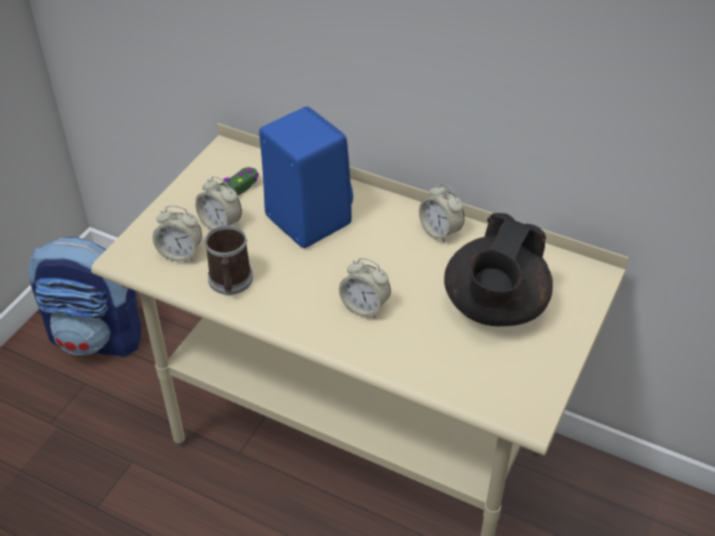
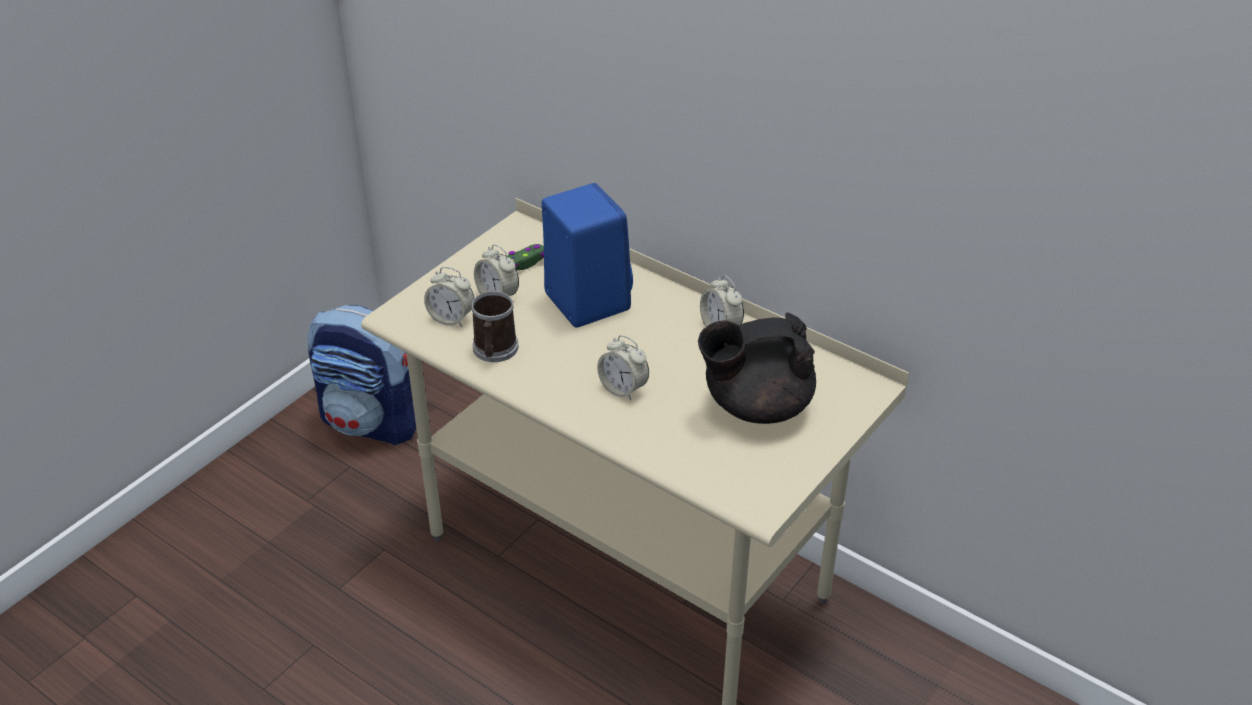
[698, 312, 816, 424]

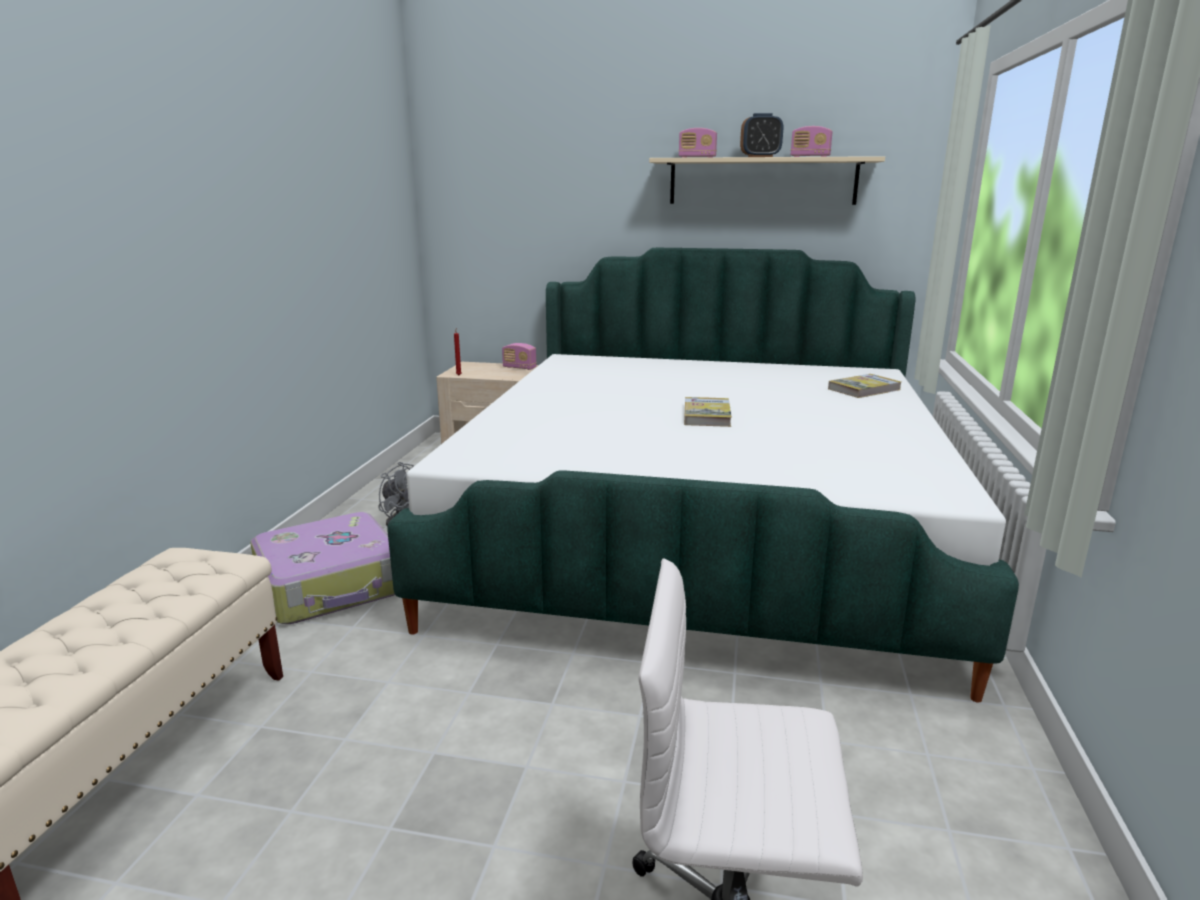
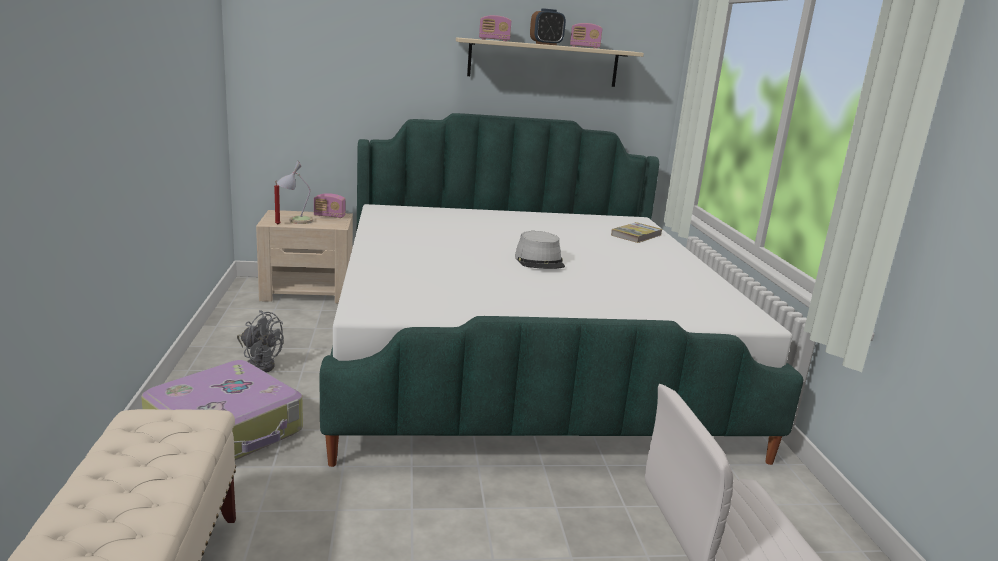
[515, 231, 565, 269]
[277, 160, 313, 224]

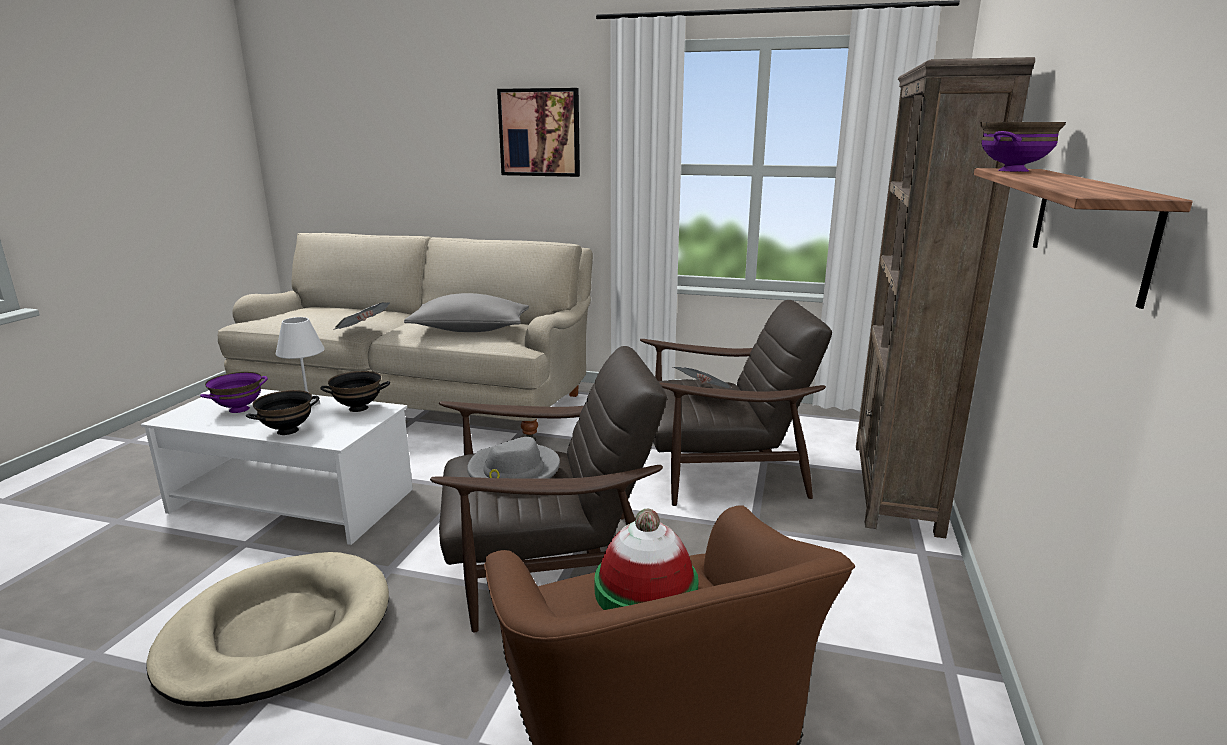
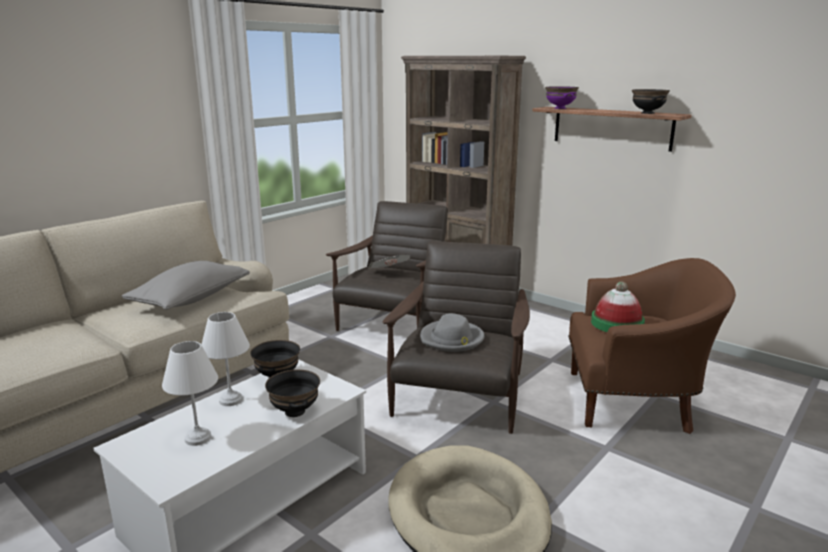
[162, 341, 218, 446]
[334, 302, 390, 330] (first image)
[497, 88, 580, 177] (first image)
[632, 89, 670, 114]

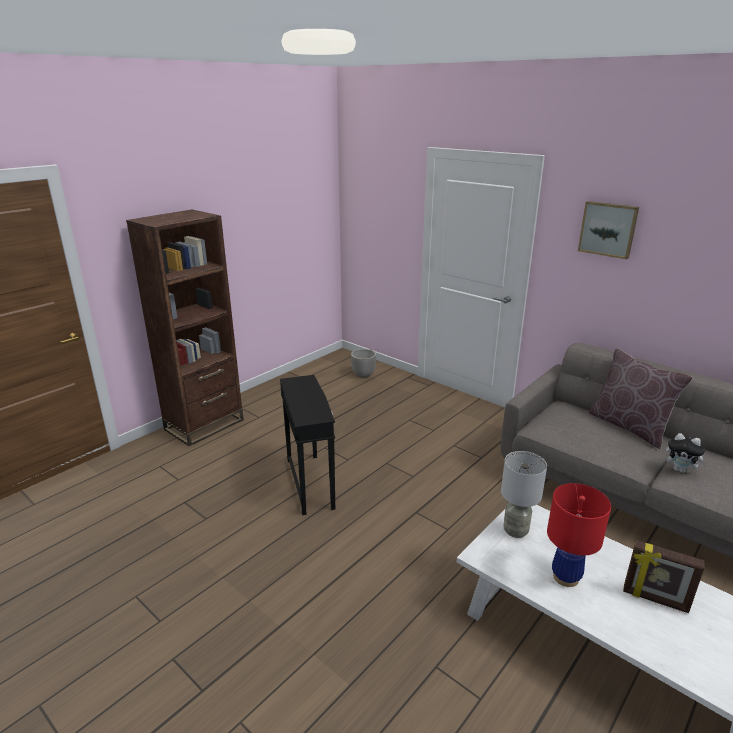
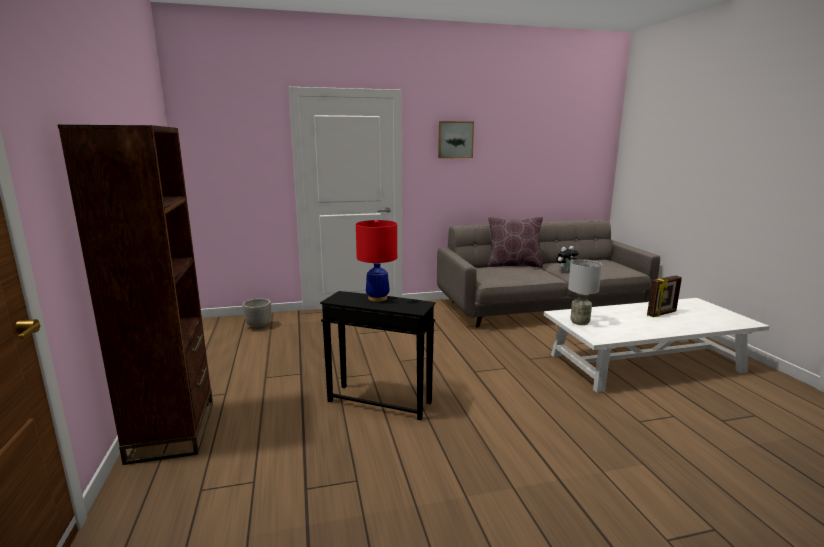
[356, 220, 397, 302]

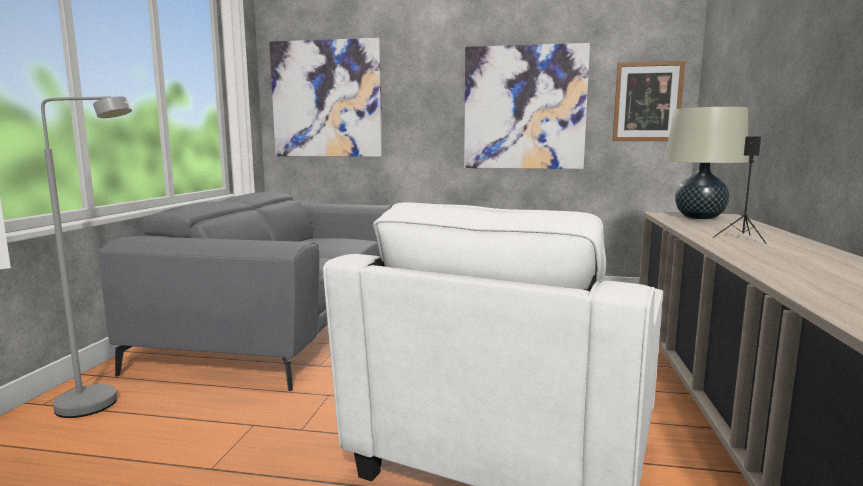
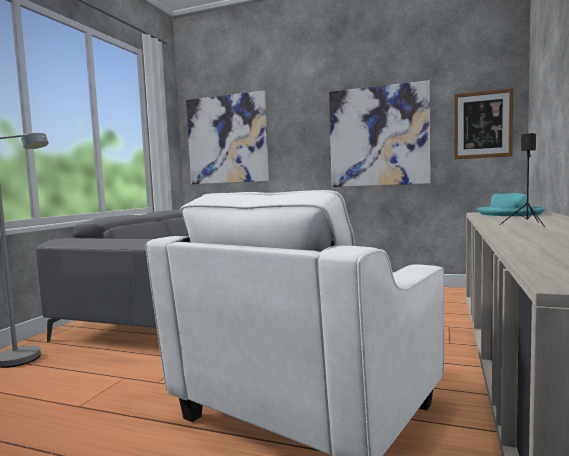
[477, 193, 545, 216]

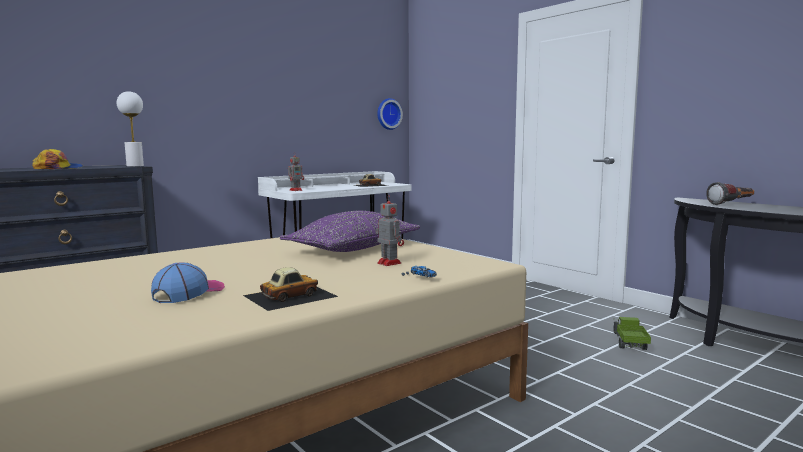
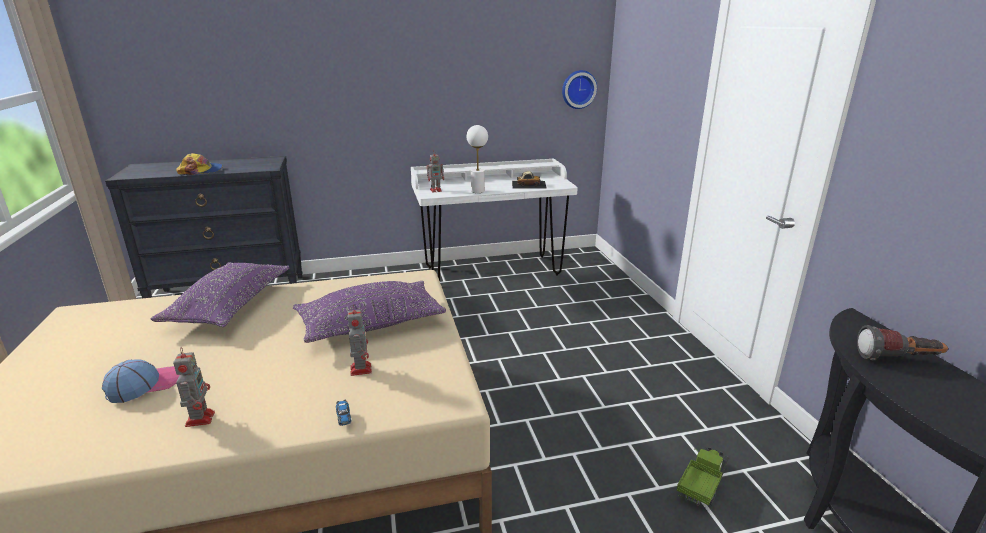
[467, 125, 488, 193]
[173, 347, 215, 427]
[151, 262, 289, 327]

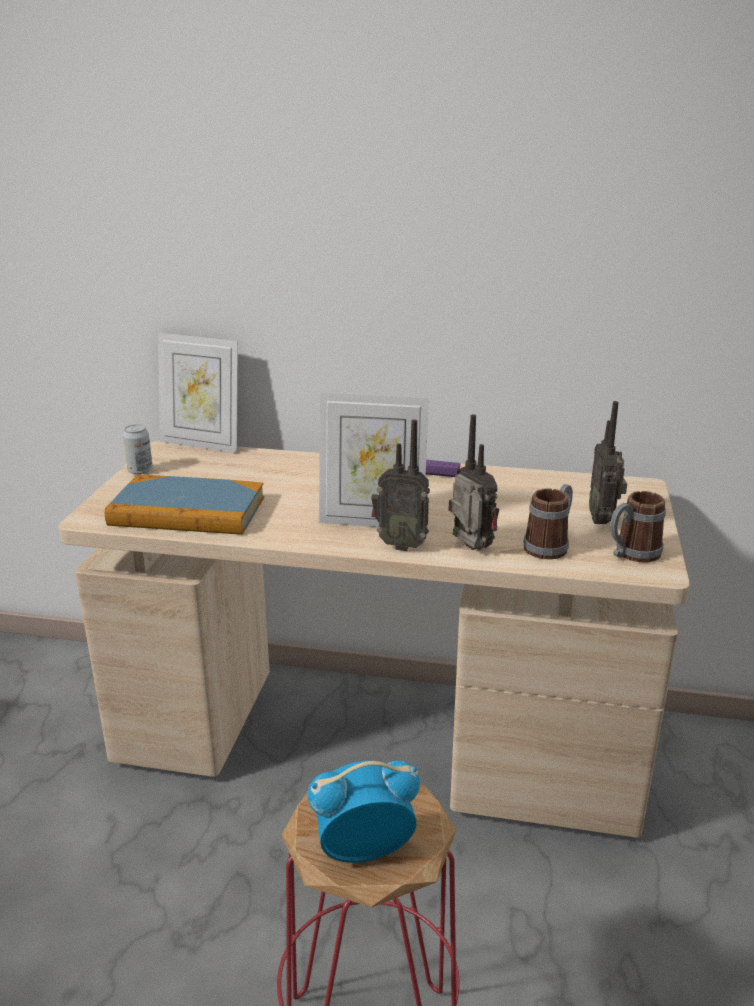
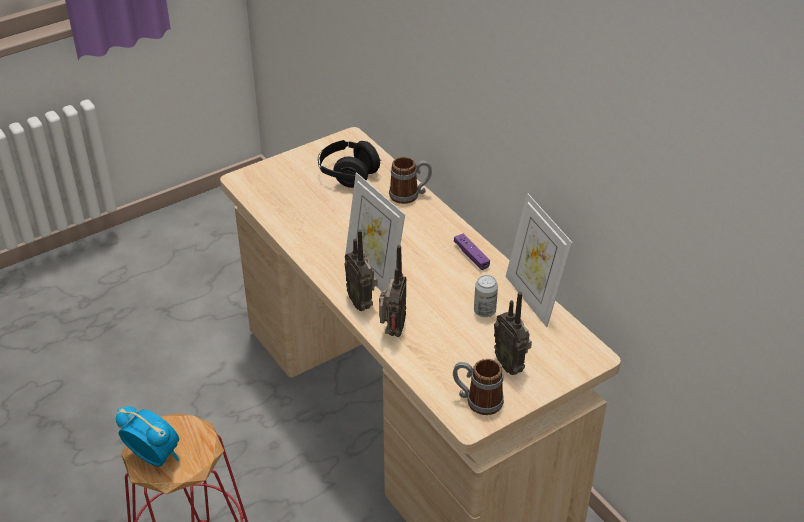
[104, 475, 264, 535] (first image)
[474, 275, 498, 317]
[505, 193, 573, 327]
[389, 157, 432, 204]
[494, 292, 532, 375]
[318, 140, 381, 188]

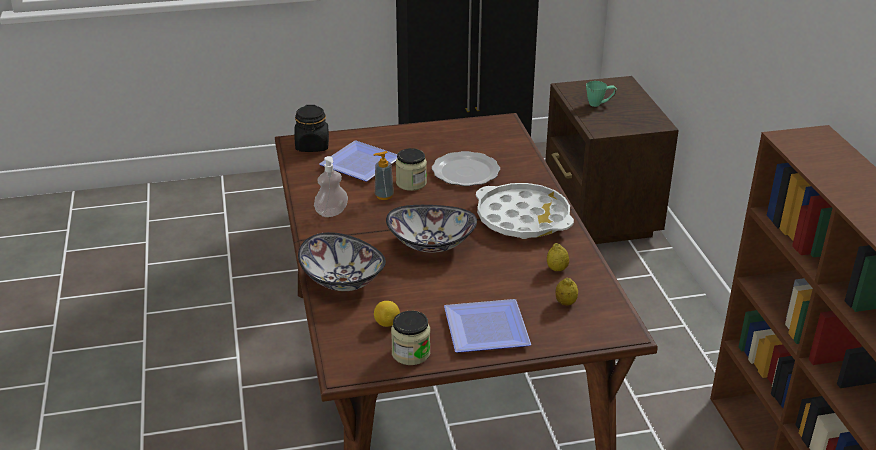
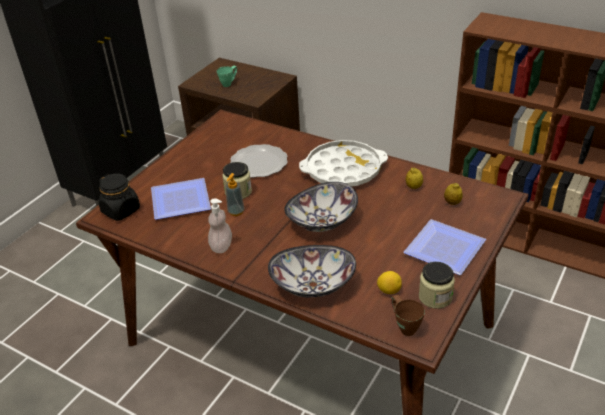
[391, 295, 425, 336]

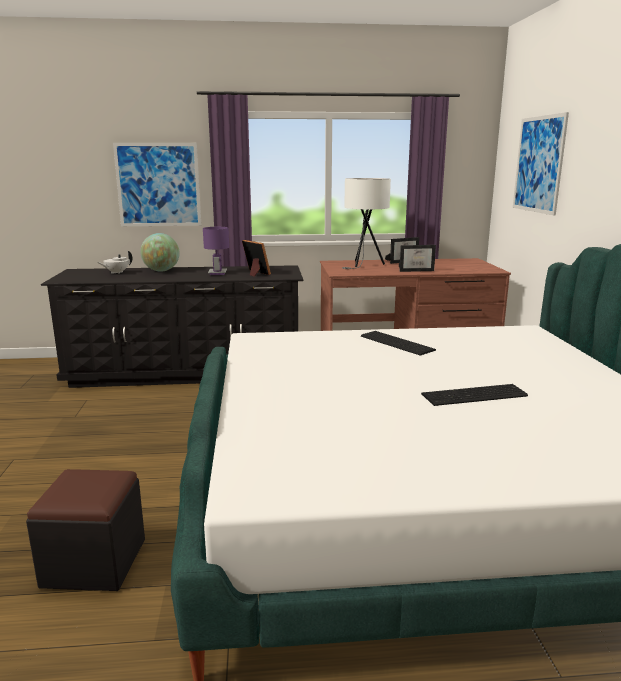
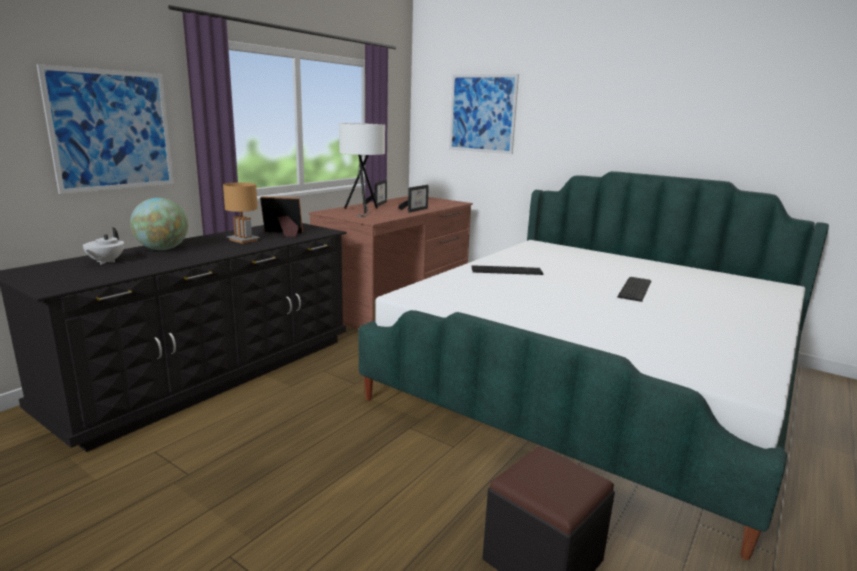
[223, 182, 260, 244]

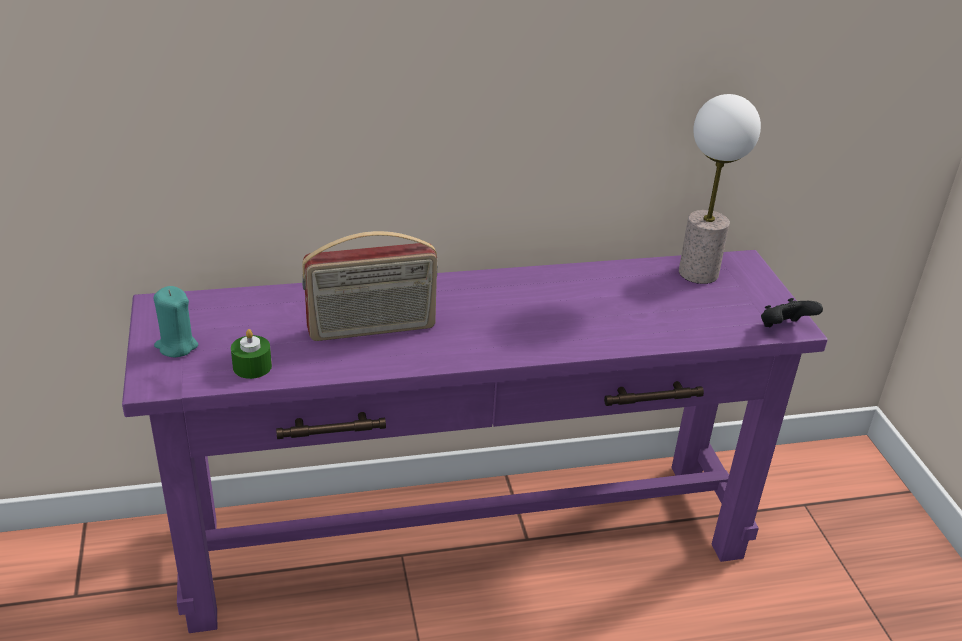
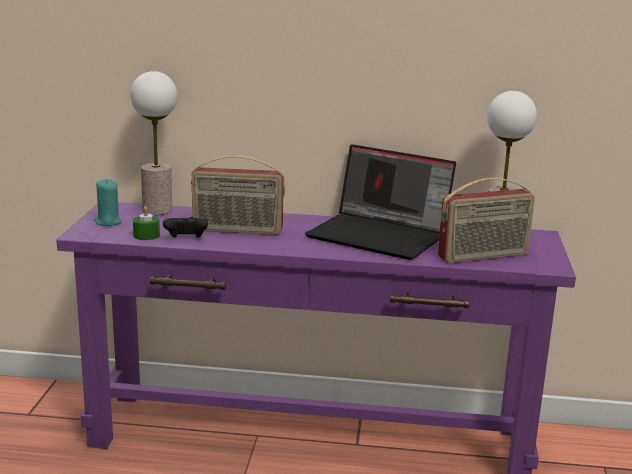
[163, 217, 208, 238]
[130, 71, 177, 215]
[305, 144, 456, 260]
[438, 178, 535, 263]

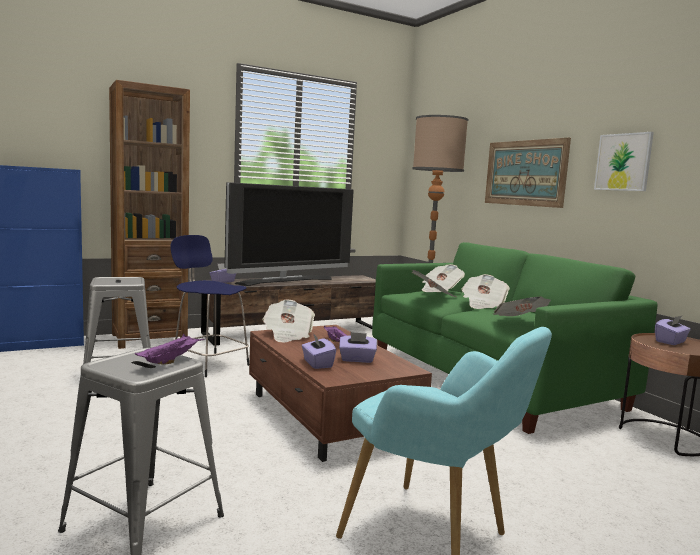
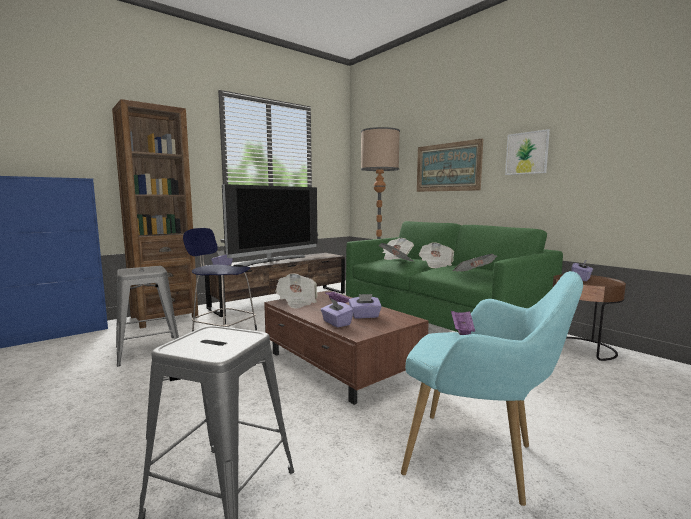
[451, 311, 475, 335]

